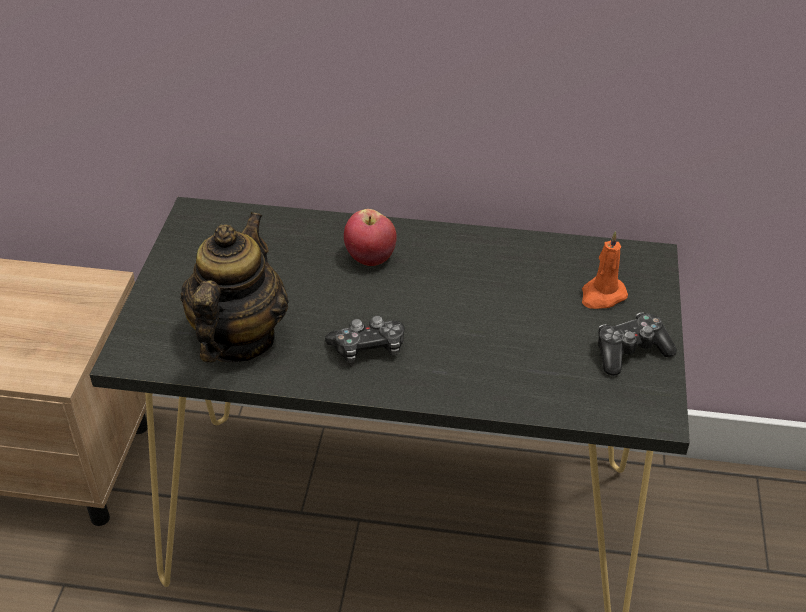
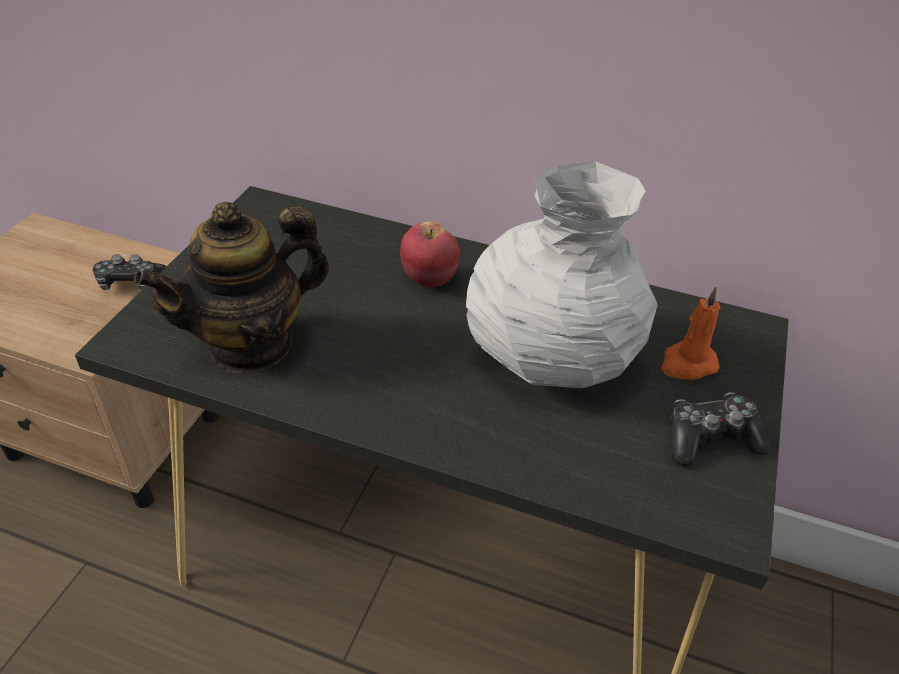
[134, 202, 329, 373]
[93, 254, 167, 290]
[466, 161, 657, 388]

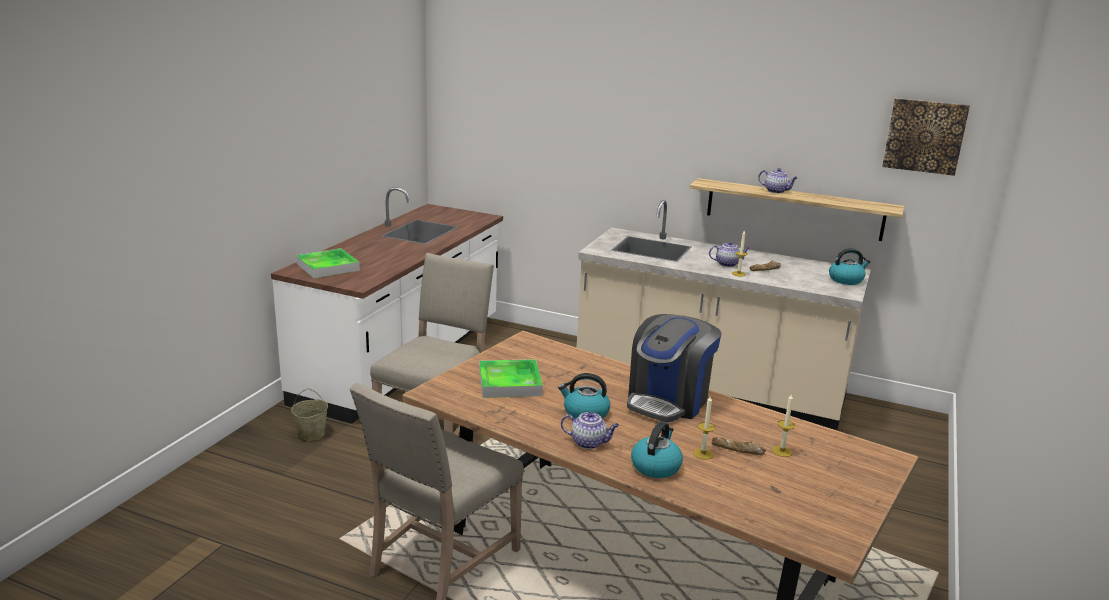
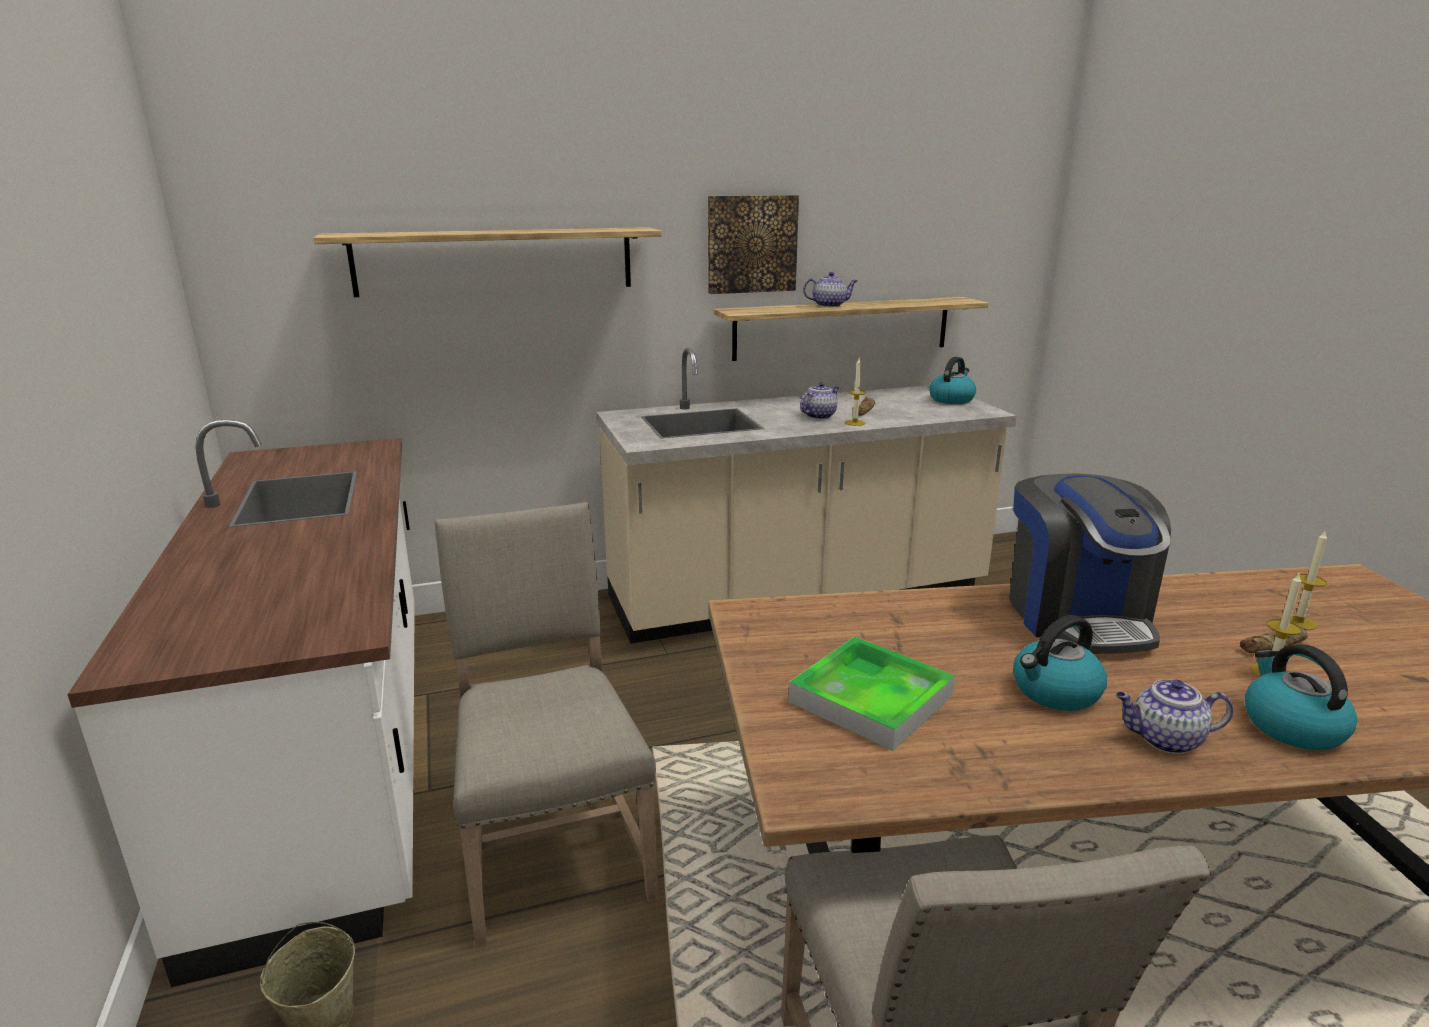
[296, 248, 360, 278] (first image)
[1116, 679, 1233, 754]
[708, 195, 799, 294]
[313, 227, 662, 297]

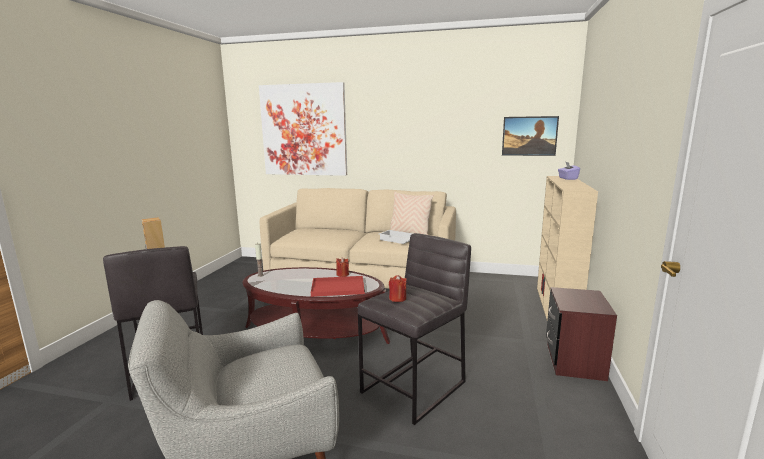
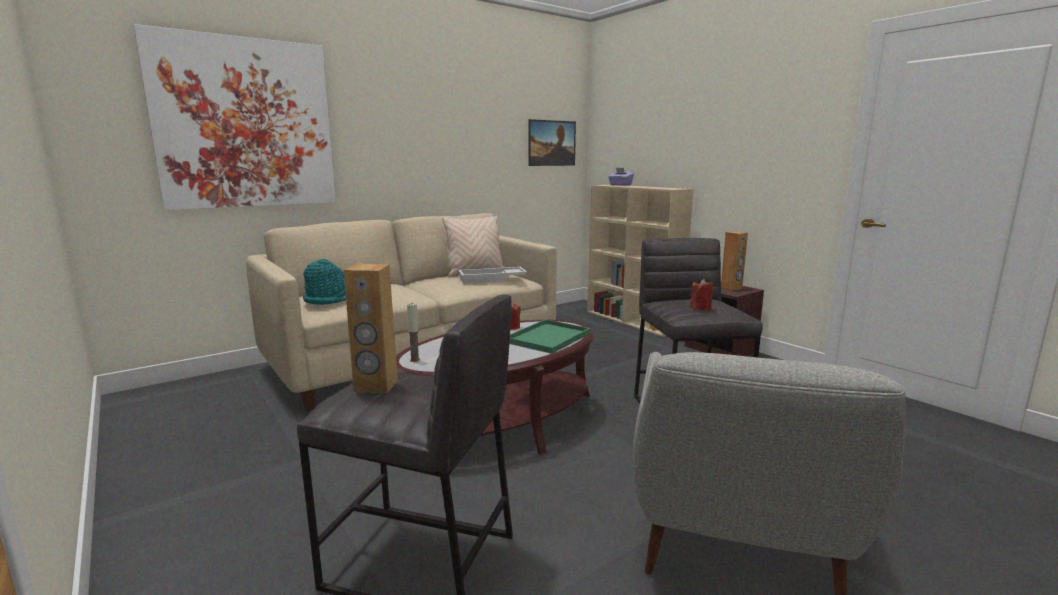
[509, 319, 591, 354]
[303, 259, 346, 305]
[721, 231, 748, 290]

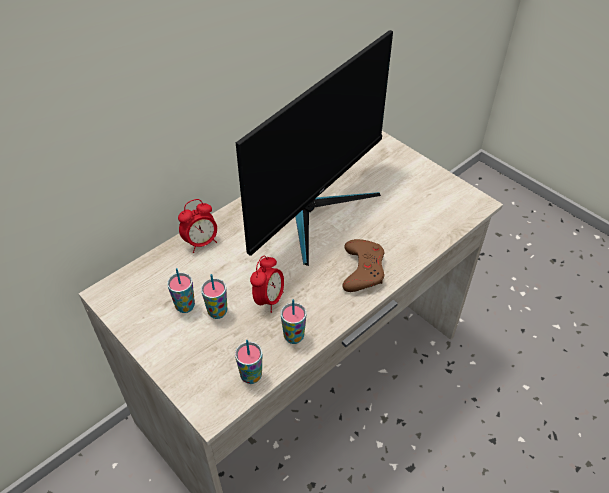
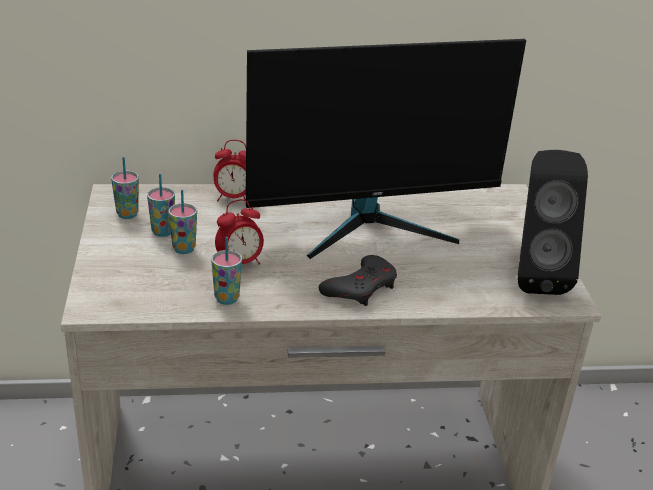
[111, 157, 139, 219]
[319, 255, 397, 306]
[518, 150, 588, 295]

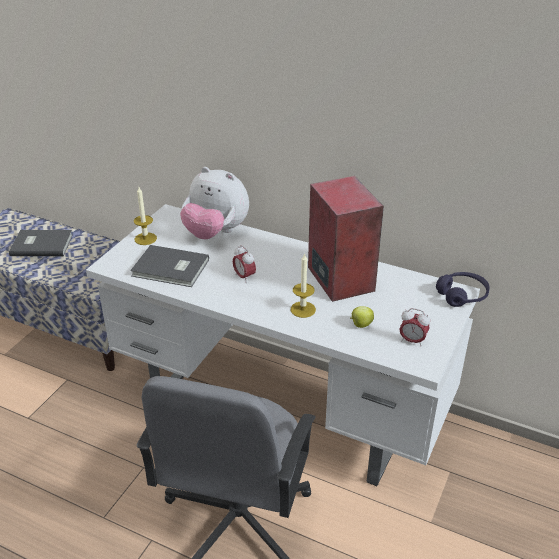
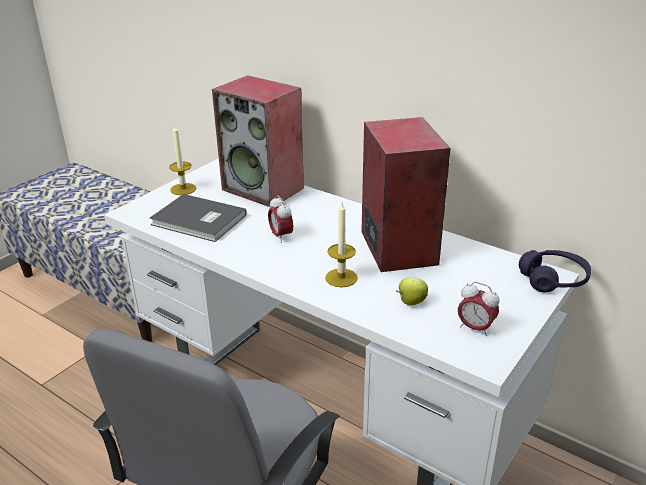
[9, 230, 73, 256] (first image)
[212, 75, 304, 208]

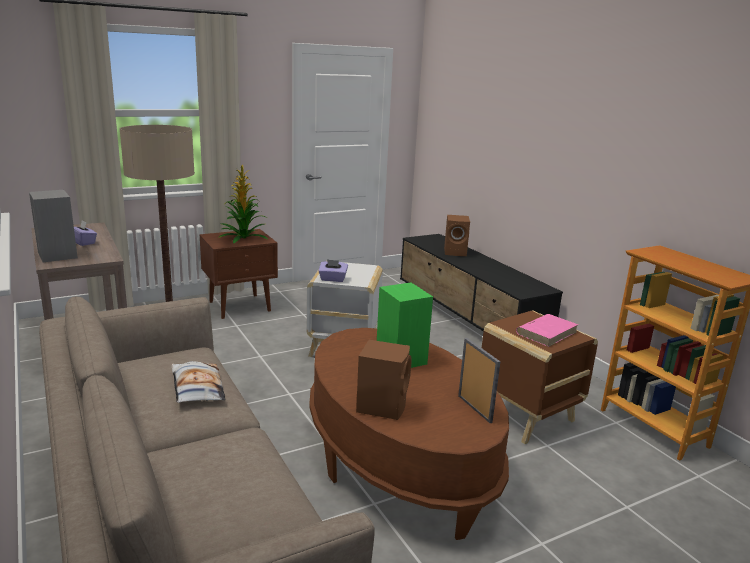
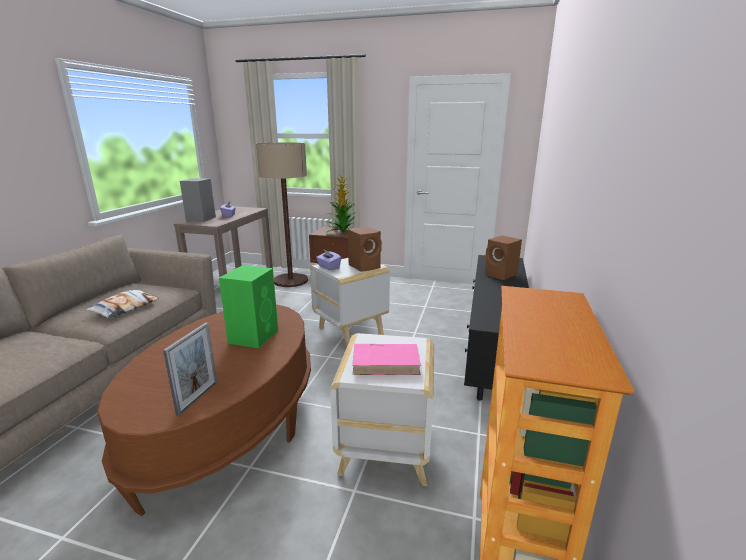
[348, 227, 382, 272]
[330, 333, 434, 486]

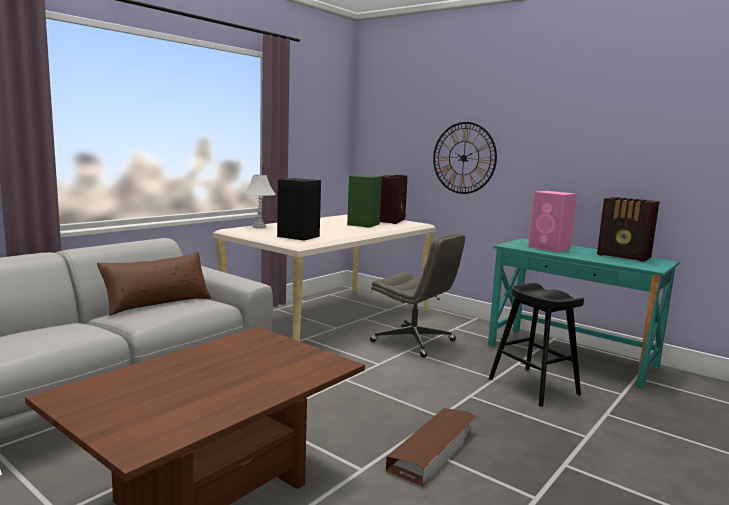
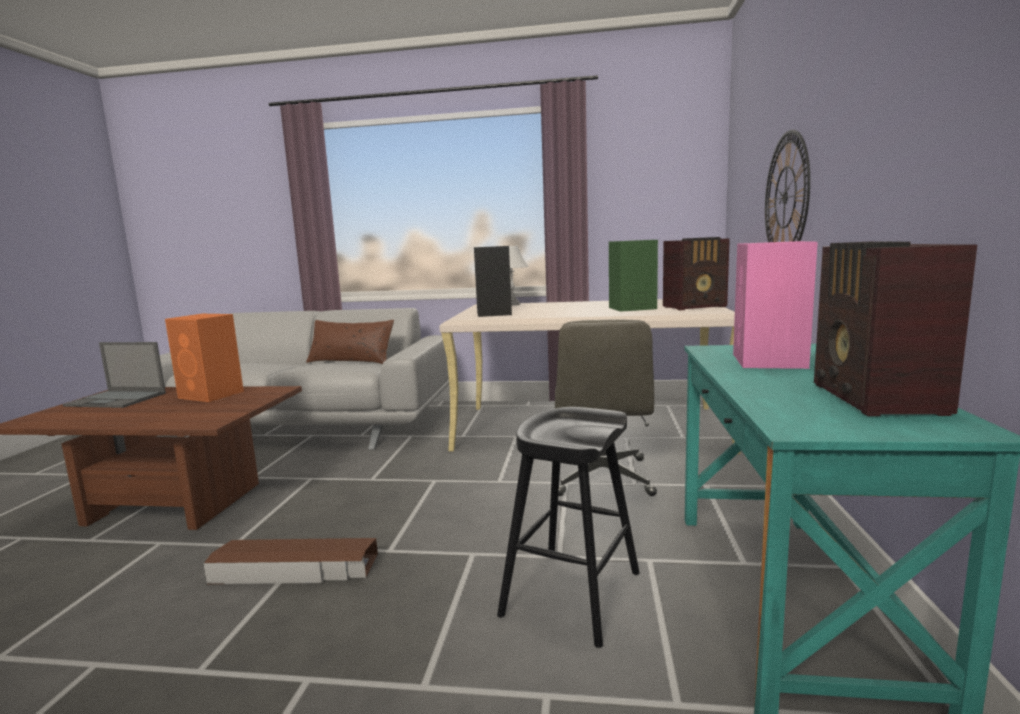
[63, 342, 166, 408]
[165, 314, 244, 402]

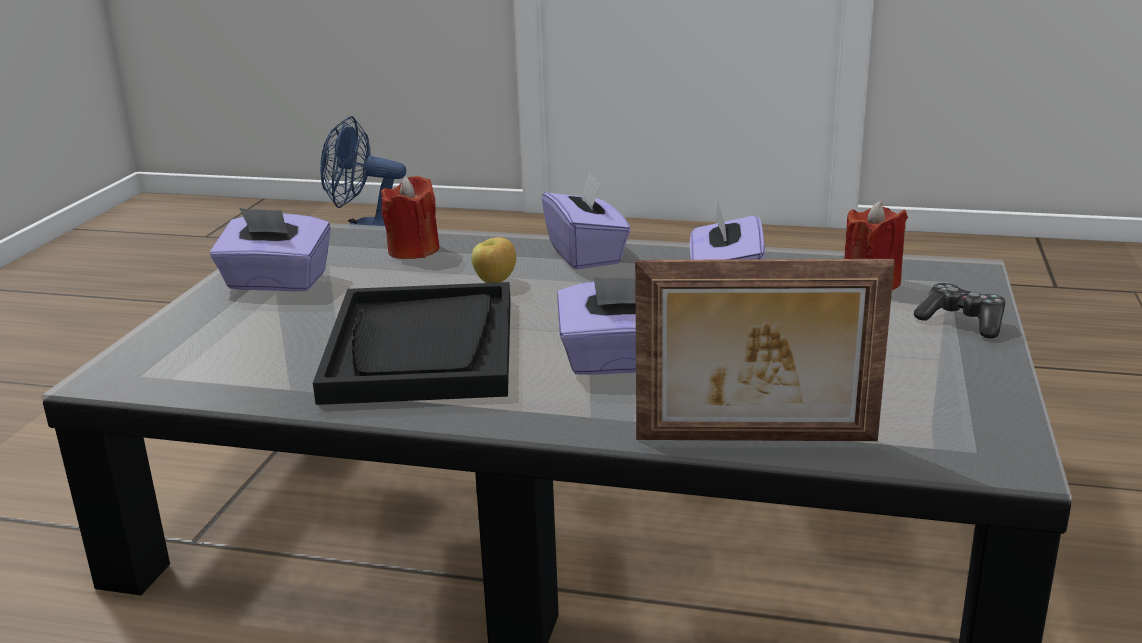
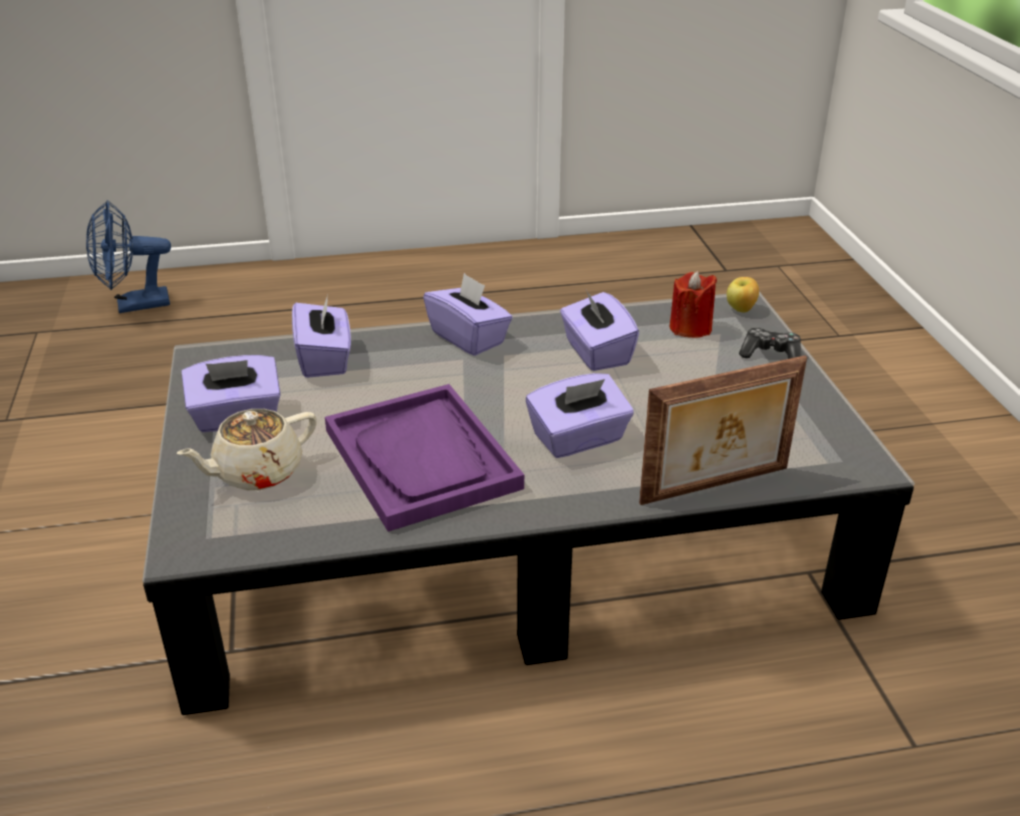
[325, 384, 524, 532]
[292, 295, 351, 378]
[727, 277, 759, 312]
[176, 409, 317, 490]

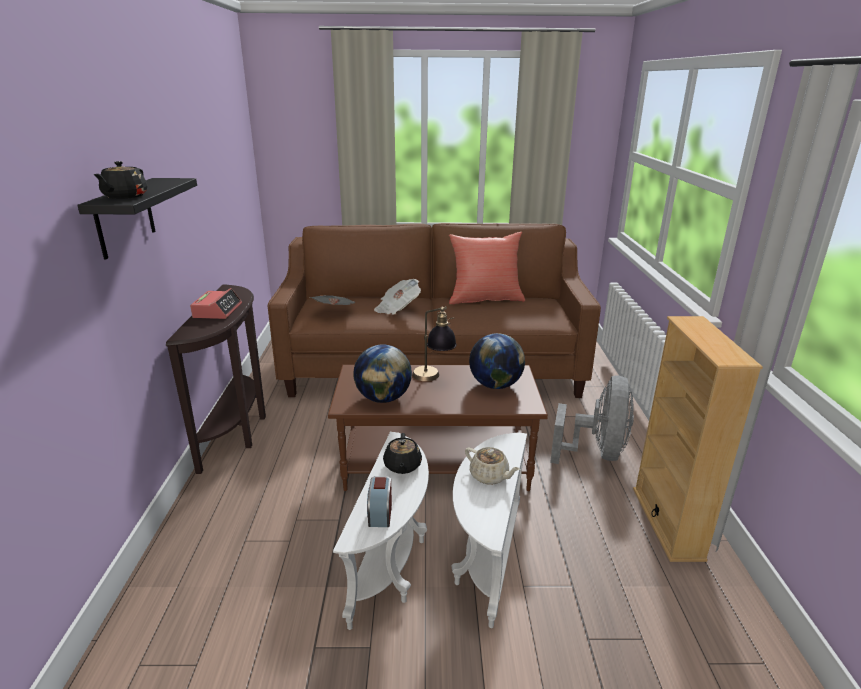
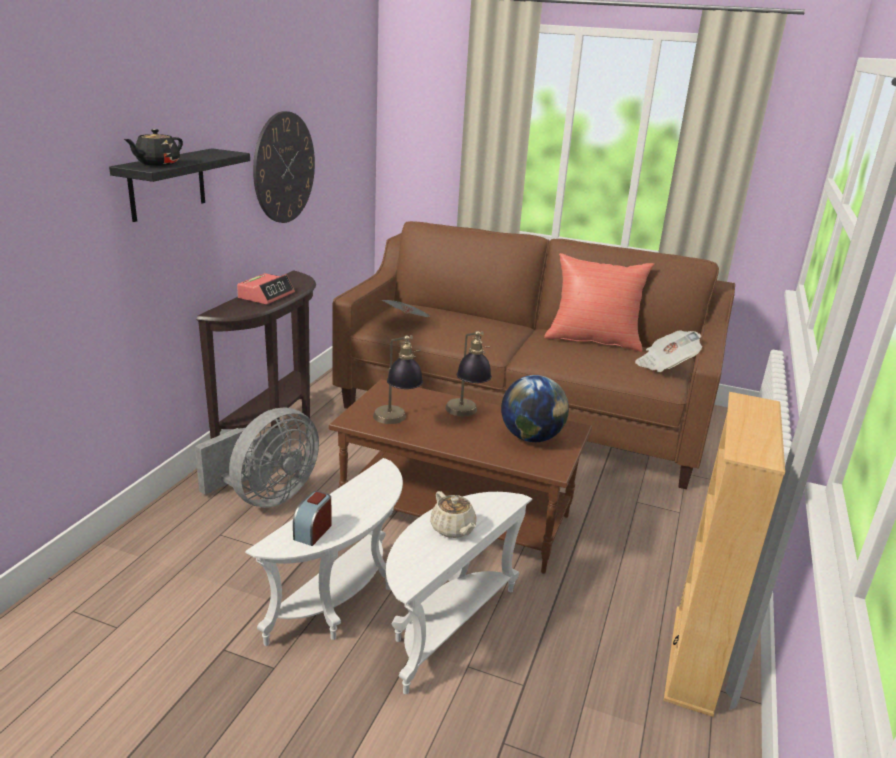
[373, 335, 423, 424]
[635, 330, 702, 372]
[383, 433, 422, 474] (first image)
[195, 407, 319, 508]
[253, 111, 315, 223]

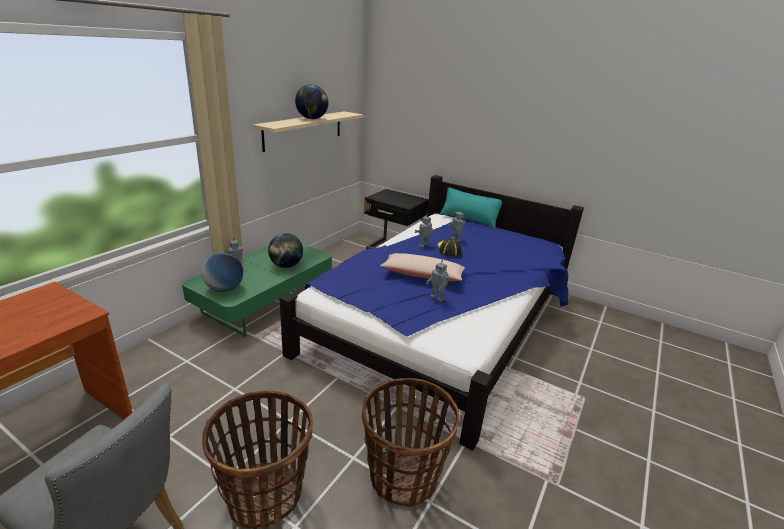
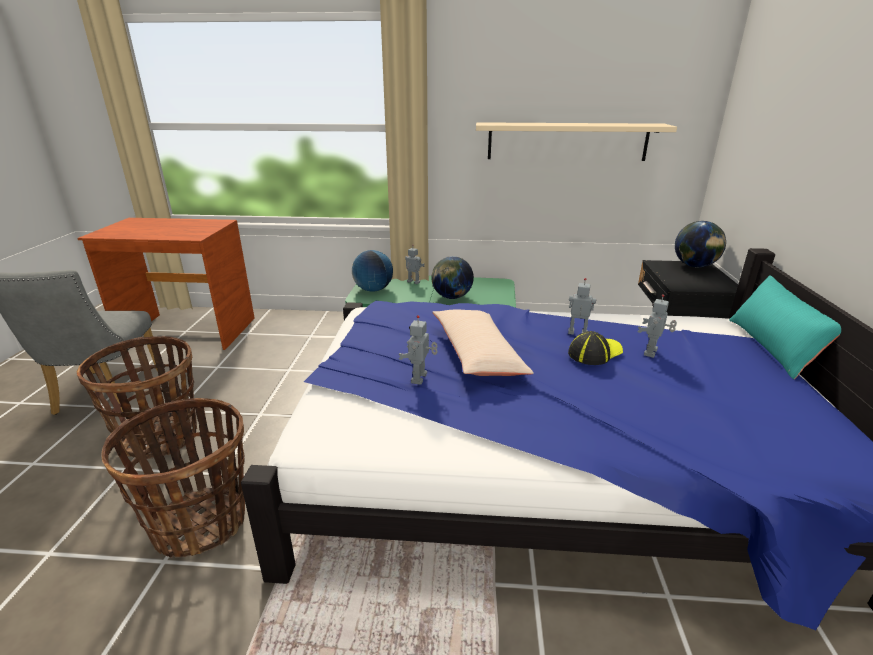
[675, 221, 726, 268]

